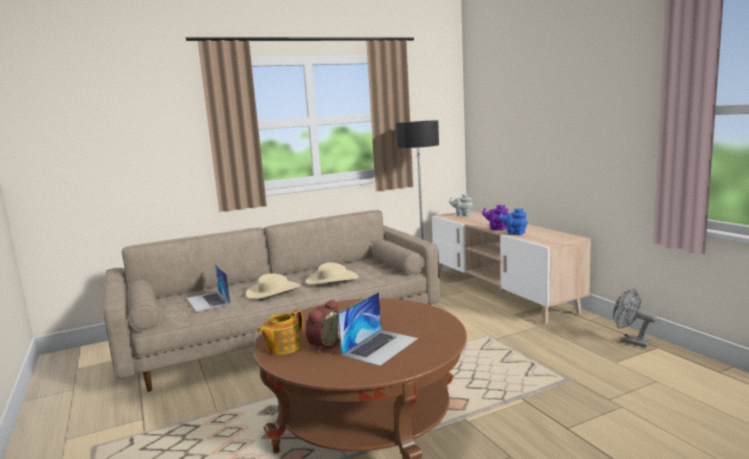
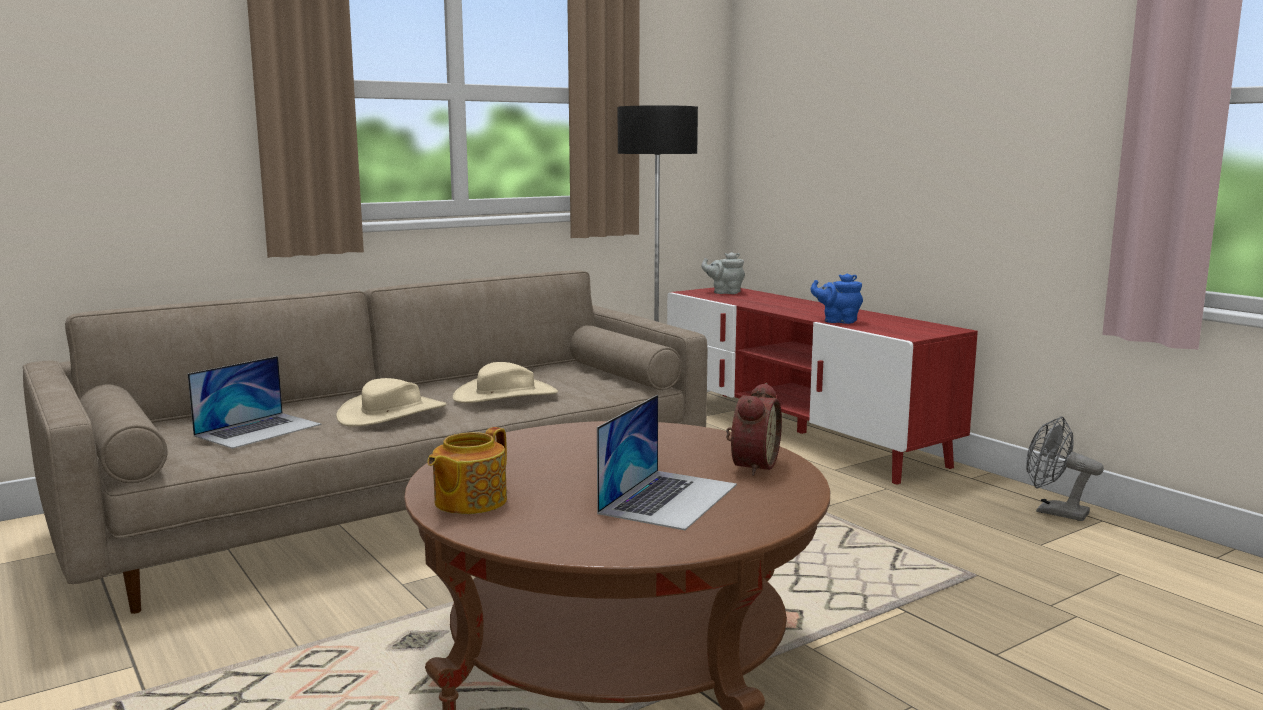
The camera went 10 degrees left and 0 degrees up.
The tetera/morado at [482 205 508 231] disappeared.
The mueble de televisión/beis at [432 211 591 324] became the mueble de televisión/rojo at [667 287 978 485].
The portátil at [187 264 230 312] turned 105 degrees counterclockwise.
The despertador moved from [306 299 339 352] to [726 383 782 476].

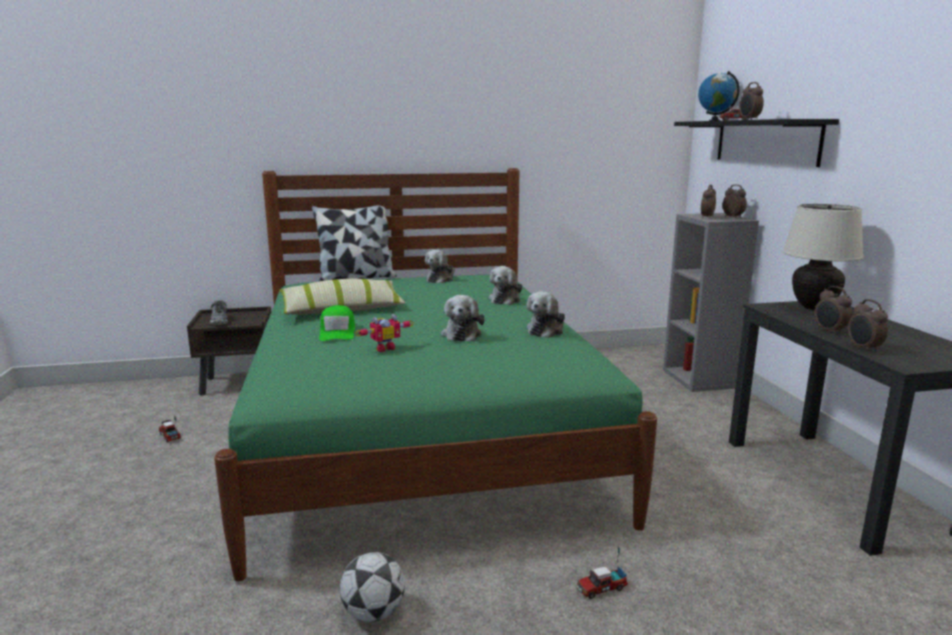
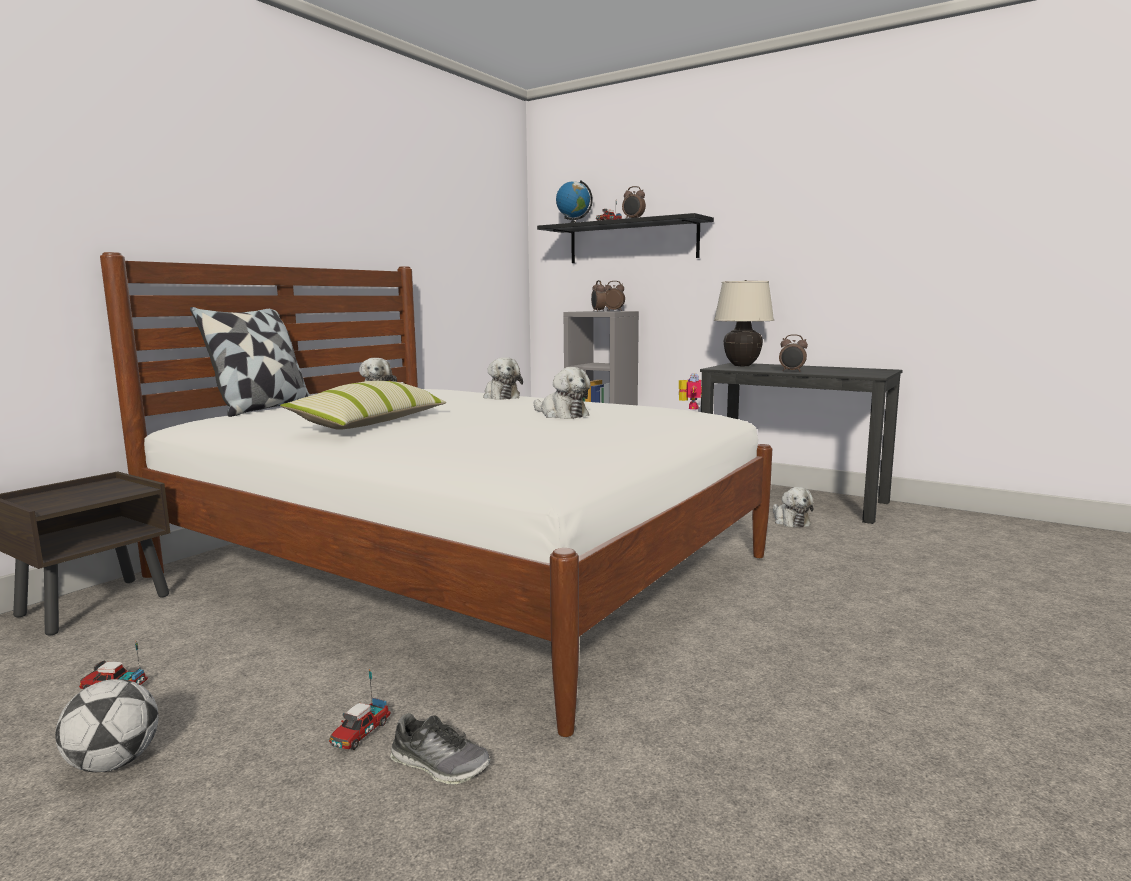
The camera went 45 degrees left and 5 degrees down.
The cama/verde at [214 168 657 581] became the cama/blanco at [100 252 772 737].
The peluche moved from [527 291 565 338] to [773 487 814 528].
The despertador at [848 299 888 353] disappeared.
The zapato moved from [210 300 228 325] to [390 713 491 785].
The gorra/verde at [319 305 355 341] disappeared.
The robot de juguete moved from [355 314 414 352] to [679 373 702 410].
The camión de juguete moved from [576 546 628 599] to [329 669 391 750].
The balón de fútbol moved from [339 552 405 622] to [55 679 159 772].

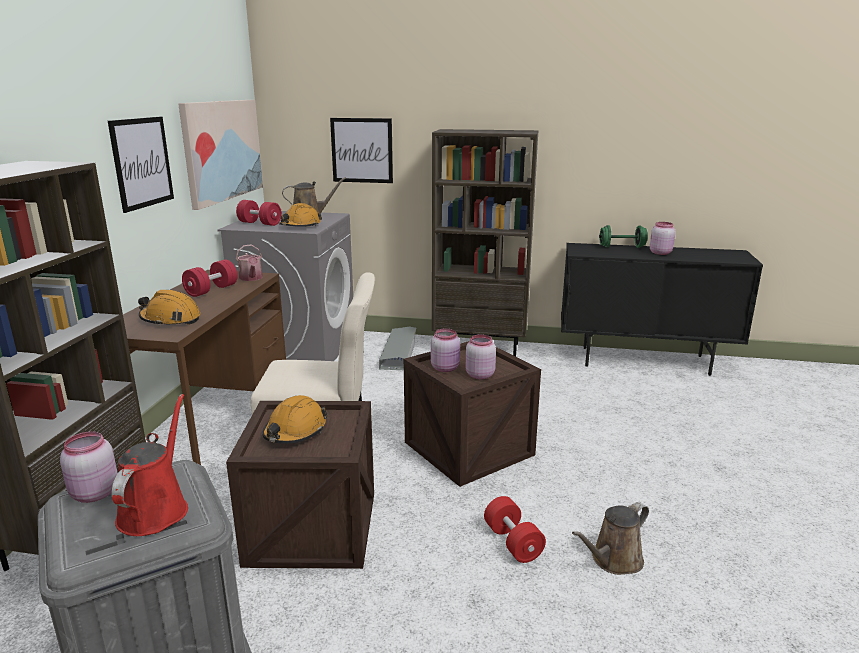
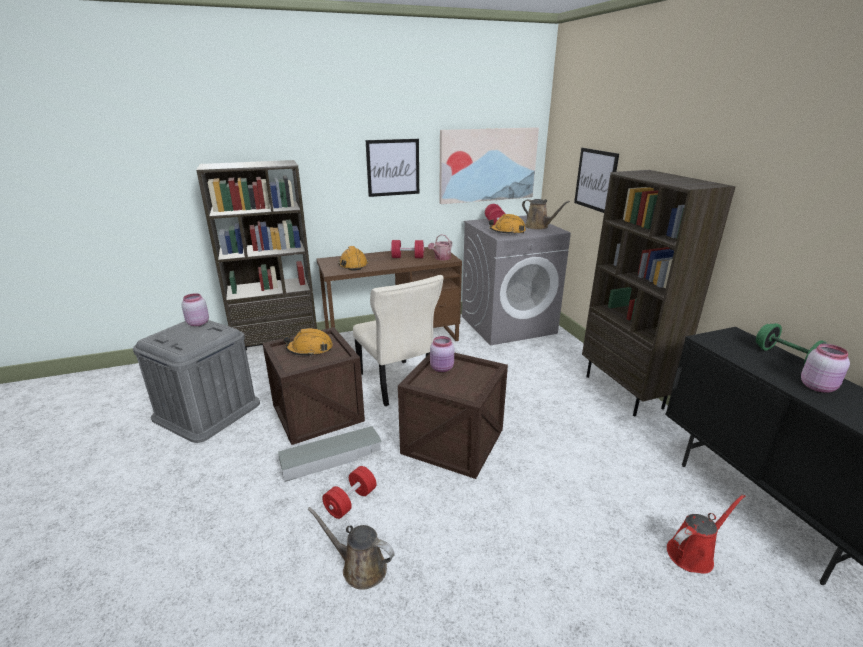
The camera went 60 degrees right and 5 degrees up.
The caja de almacenaje/gris moved from [379 327 416 370] to [278 426 382 482].
The tarro/rosa at [466 335 496 379] disappeared.
The regadera/rojo moved from [111 394 188 536] to [667 494 745 574].

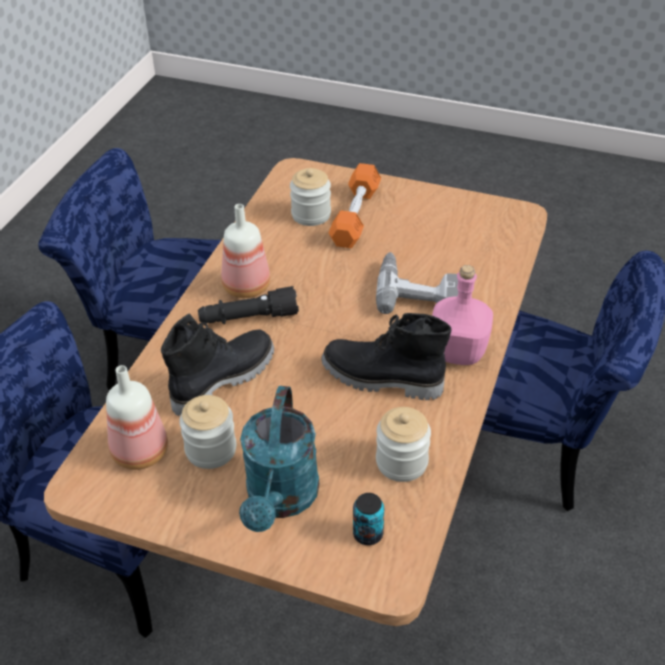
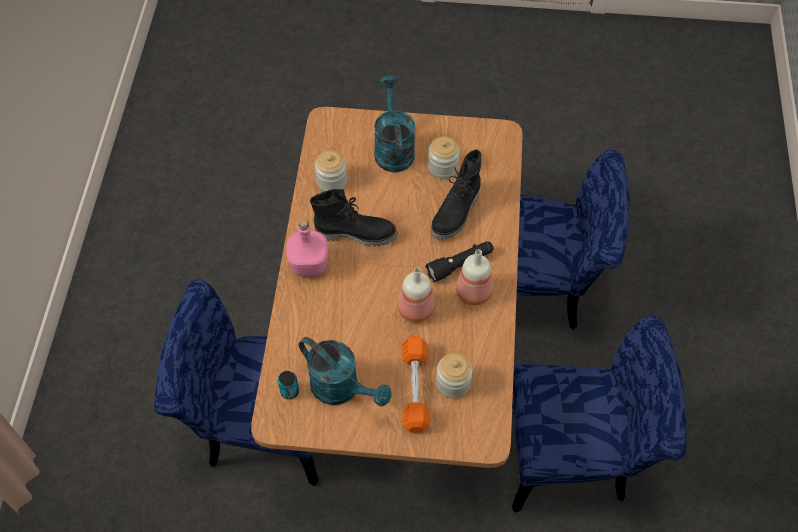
The camera went 165 degrees right and 15 degrees up.
The taladro at [376 252 458 314] disappeared.
The botella moved from [106 365 168 470] to [397 267 435 323].
The lata moved from [353 493 384 545] to [278 371 299 399].
The regadera/turquesa at [299 337 392 406] appeared.

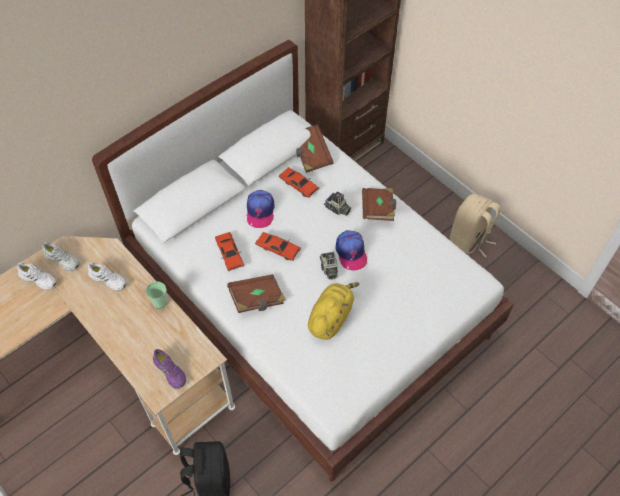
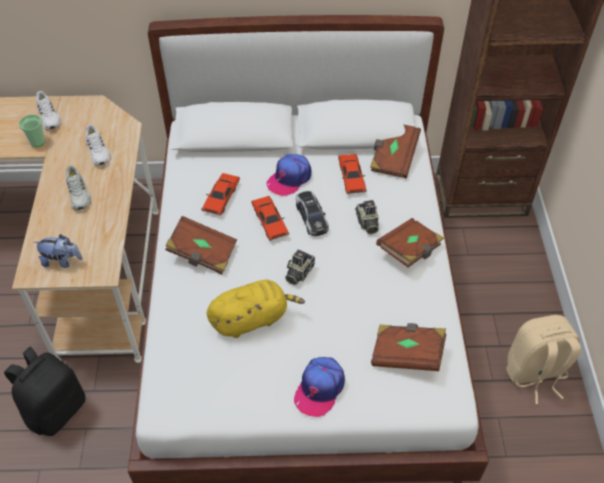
The camera went 40 degrees right and 5 degrees down.
The gorra moved from [335 230 367 271] to [294 357 345 417].
The zapato/blanco moved from [42 242 79 271] to [66 165 91 210].
The taza moved from [145 281 167 309] to [19 115 45 147].
The zapato/morado at [153 349 186 389] was replaced by the peluche at [34 234 83 268].
The coche de juguete at [296 191 329 236] appeared.
The libro/marrón at [371 323 446 371] appeared.

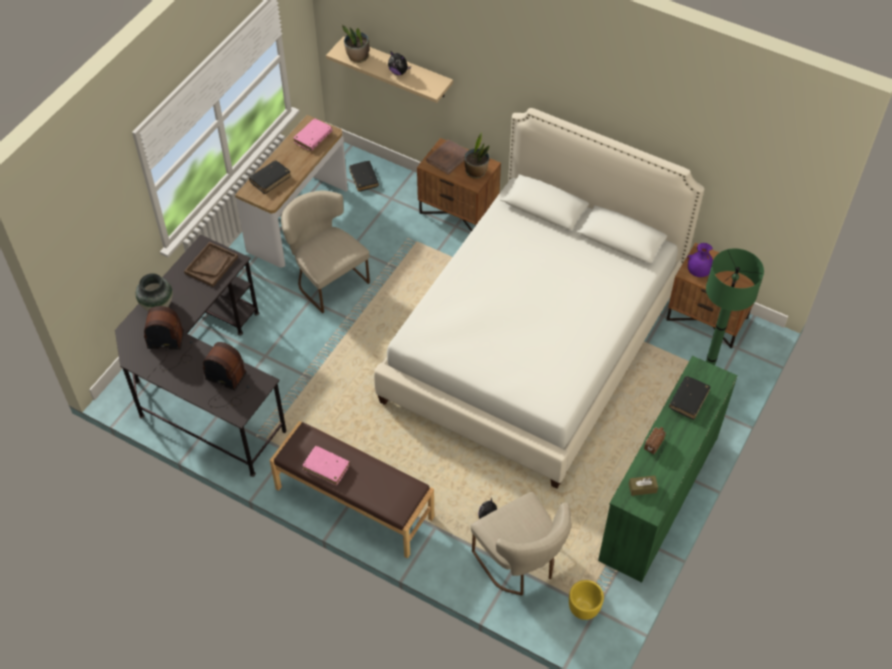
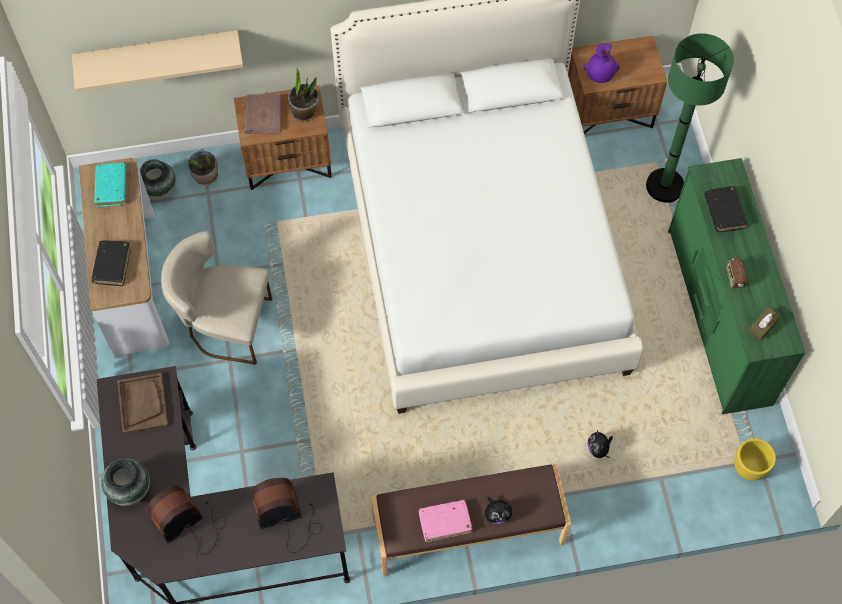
The camera went 40 degrees left and 10 degrees up.
The planta en maceta moved from [342 25 369 63] to [188 151 218 185].
The peluche moved from [388 52 411 75] to [485 497 512 524].
The libro/rosa at [293 119 332 151] became the libro/turquesa at [94 163 126 207].
The libro/negro at [349 161 379 192] was replaced by the florero at [139 159 176 200].
The silla/beis at [471 492 572 596] disappeared.

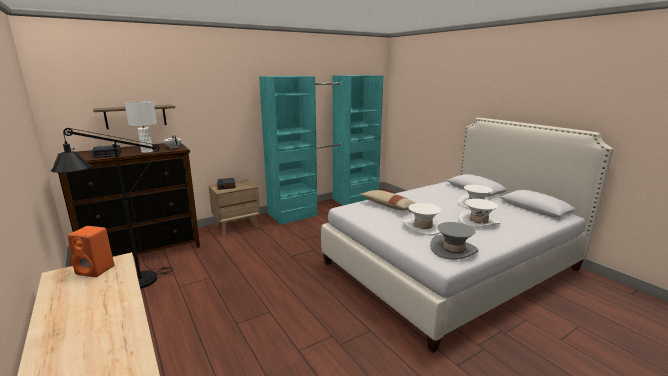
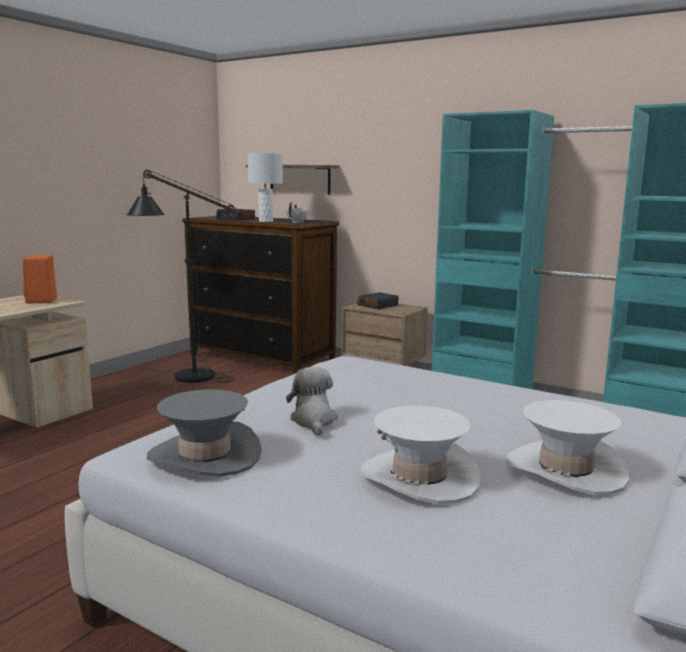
The camera went 65 degrees right and 5 degrees down.
The cojín/beis at [360 190 415 211] disappeared.
The sombrero/blanco at [403 203 444 235] was replaced by the peluche at [286 367 338 435].

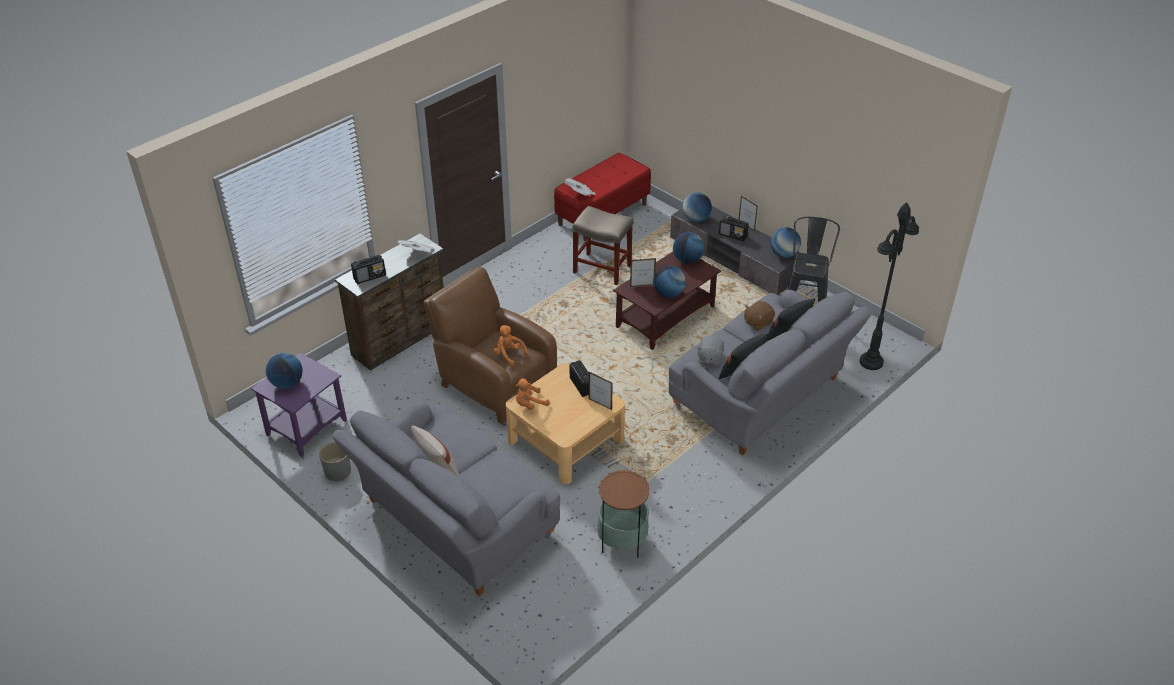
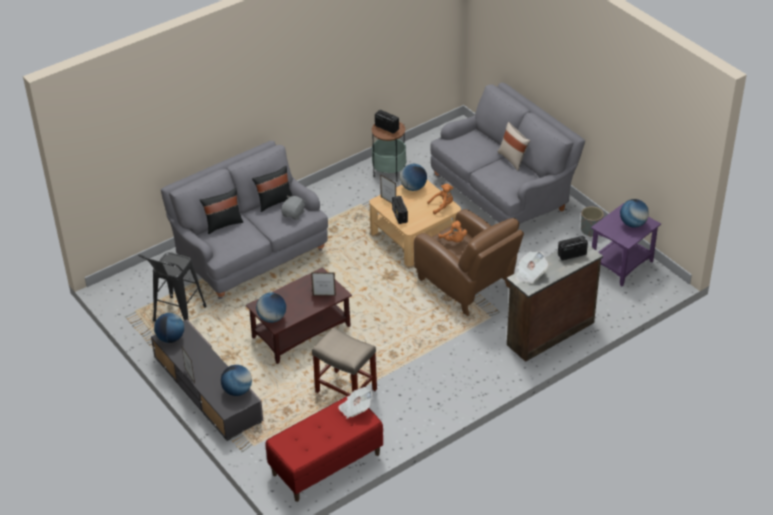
The camera went 170 degrees left and 0 degrees up.
The lámpara de pie/negro at [860 202 919 370] disappeared.
The radio moved from [719 216 749 241] to [375 110 399 134].
The globo terráqueo moved from [653 266 686 298] to [400 164 427 191].
The peluche/marrón at [744 301 775 331] disappeared.

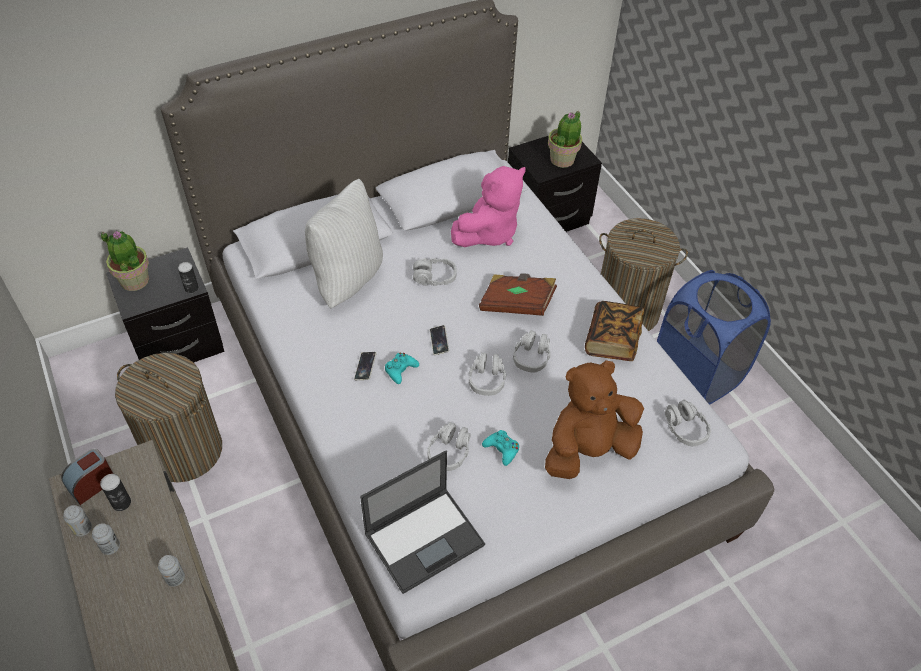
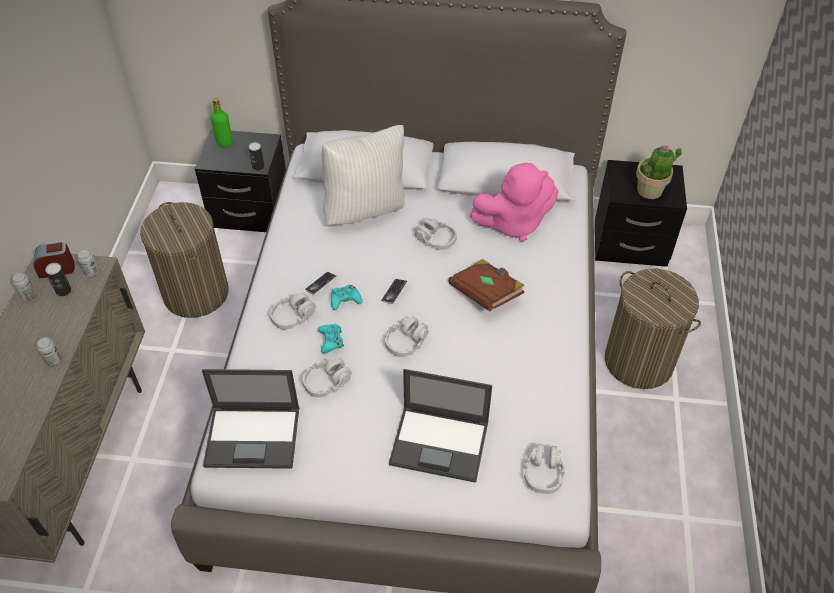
The camera went 35 degrees right and 0 degrees up.
The planta en maceta at [101 231 149 291] was replaced by the botella/verde at [211 98 233 148].
The cesto de la ropa/azul at [657 270 771 405] disappeared.
The libro at [585 301 644 361] disappeared.
The auriculares/gris moved from [513 330 551 372] to [269 293 316 329].
The peluche/marrón at [545 360 644 479] was replaced by the portátil at [389 369 492 483].
The mando de consola/turquesa moved from [482 430 519 466] to [318 324 344 353].
The lata moved from [92 523 120 555] to [77 249 99 277].

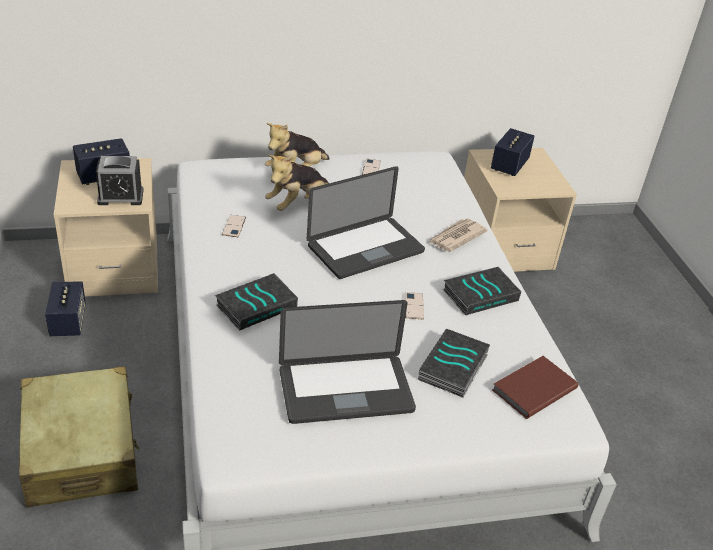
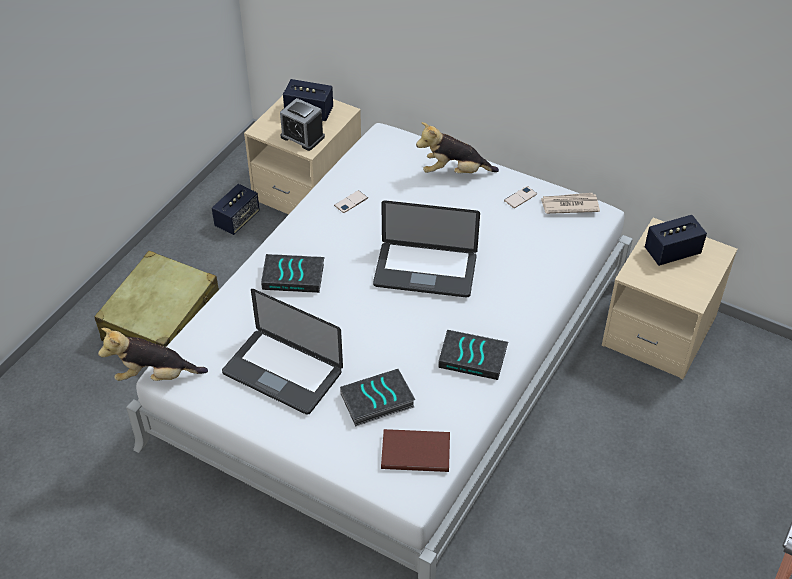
The camera went 45 degrees right and 10 degrees up.
The peluche moved from [265 155 329 211] to [98 328 208 381].
The periódico moved from [429 219 488 252] to [541 193 600 214].
The móvil at [405 292 424 319] disappeared.

